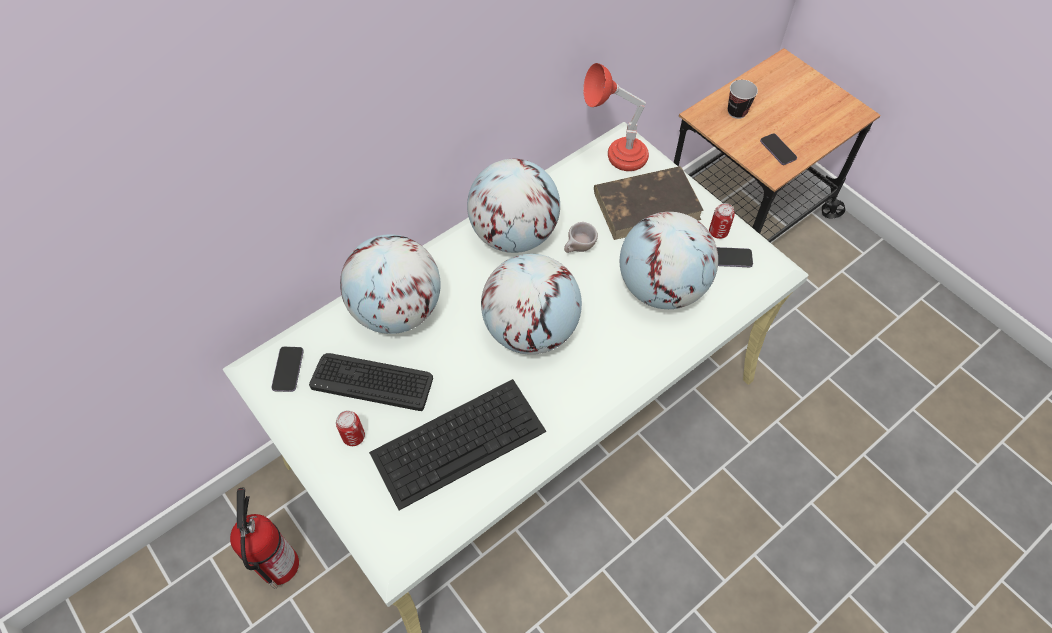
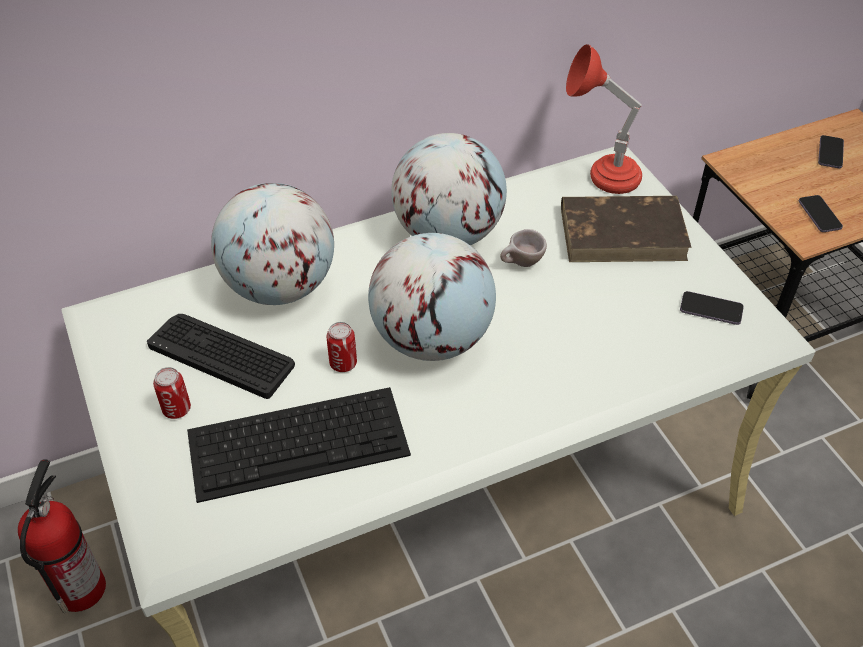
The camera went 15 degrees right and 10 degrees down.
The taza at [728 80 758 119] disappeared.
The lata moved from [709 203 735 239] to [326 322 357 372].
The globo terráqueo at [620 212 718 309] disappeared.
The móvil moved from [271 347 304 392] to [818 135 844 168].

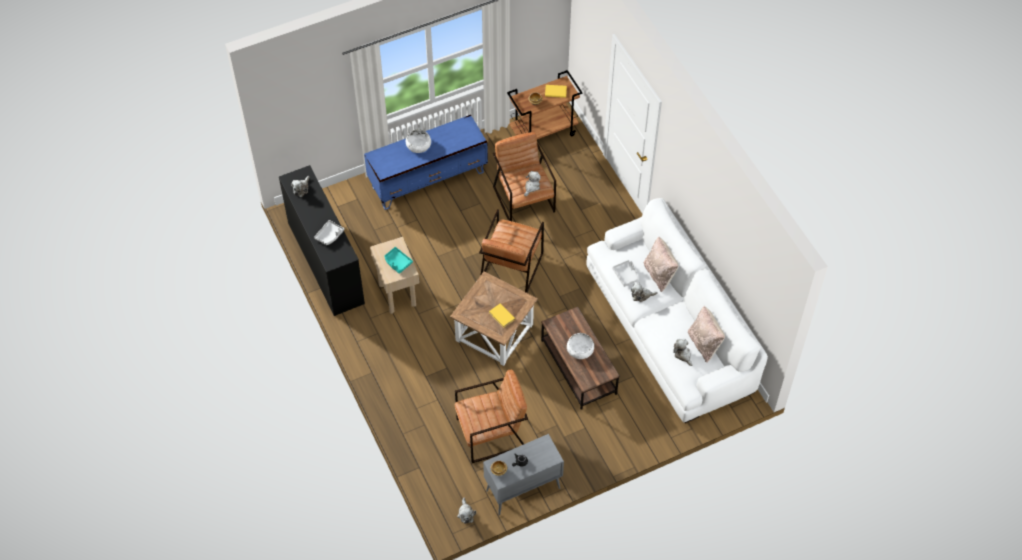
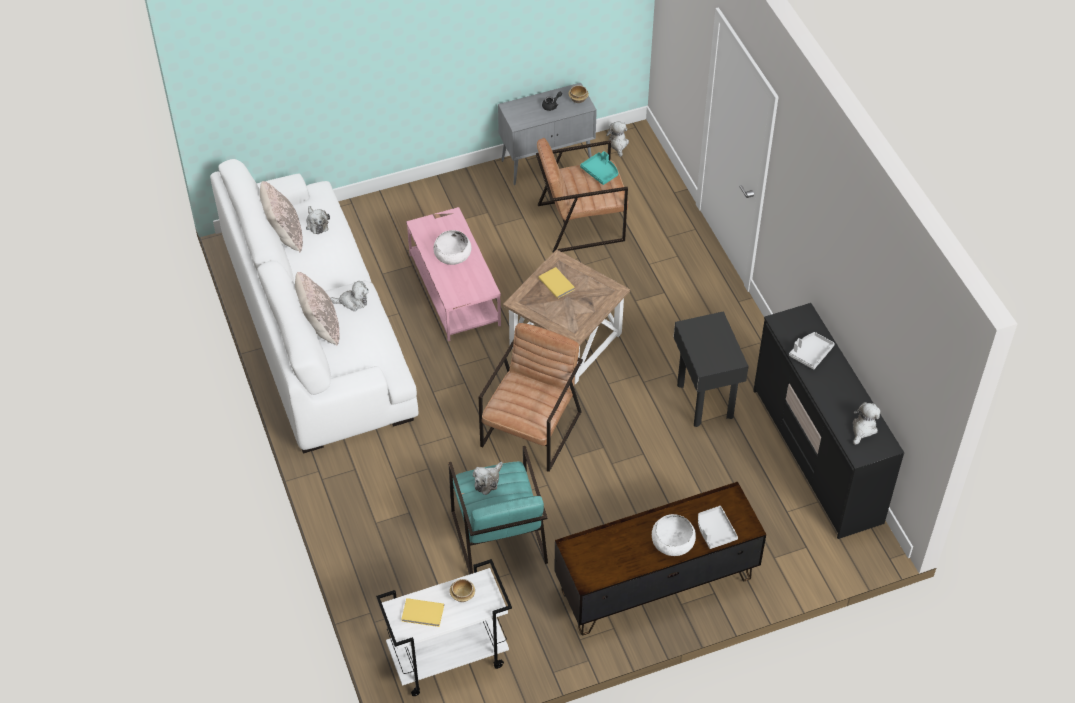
The camera went 175 degrees left and 5 degrees down.
The carrito/marrón at [507 70 583 139] became the carrito/blanco at [376 559 512 696].
The mueble de televisión/azul at [364 115 488 210] became the mueble de televisión/marrón at [554 482 766 636].
The sillón/marrón at [493 132 556 221] became the sillón/turquesa at [448 446 548 574].
The mesa auxiliar/beis at [370 237 419 314] became the mesa auxiliar/negro at [674 311 748 427].
The bandeja/turquesa moved from [384 247 413 274] to [580 151 618 185].
The bandeja/gris moved from [612 260 638 287] to [698 506 738 549].
The mesa de centro/marrón at [541 307 620 410] became the mesa de centro/rosa at [406 207 501 341].

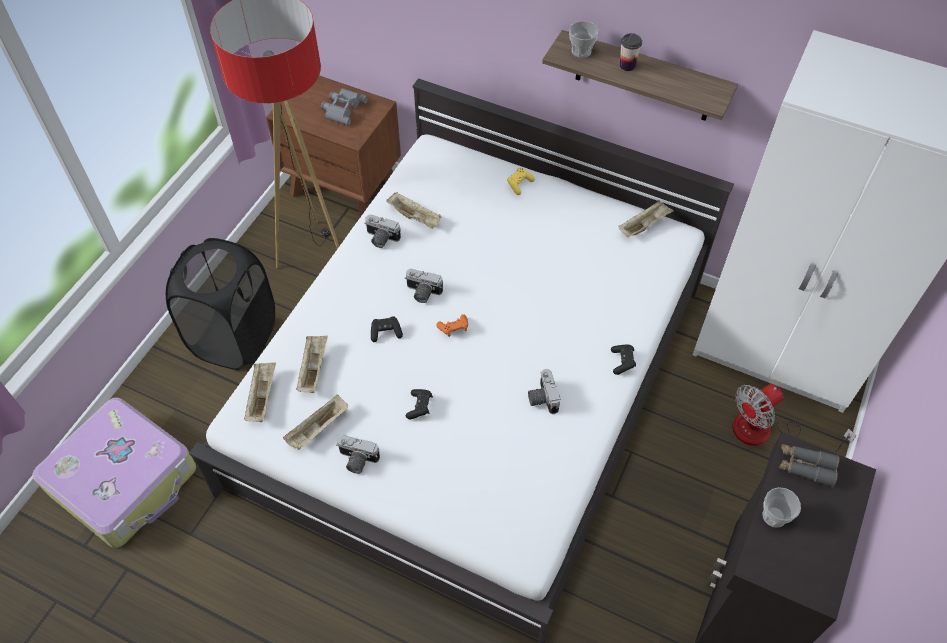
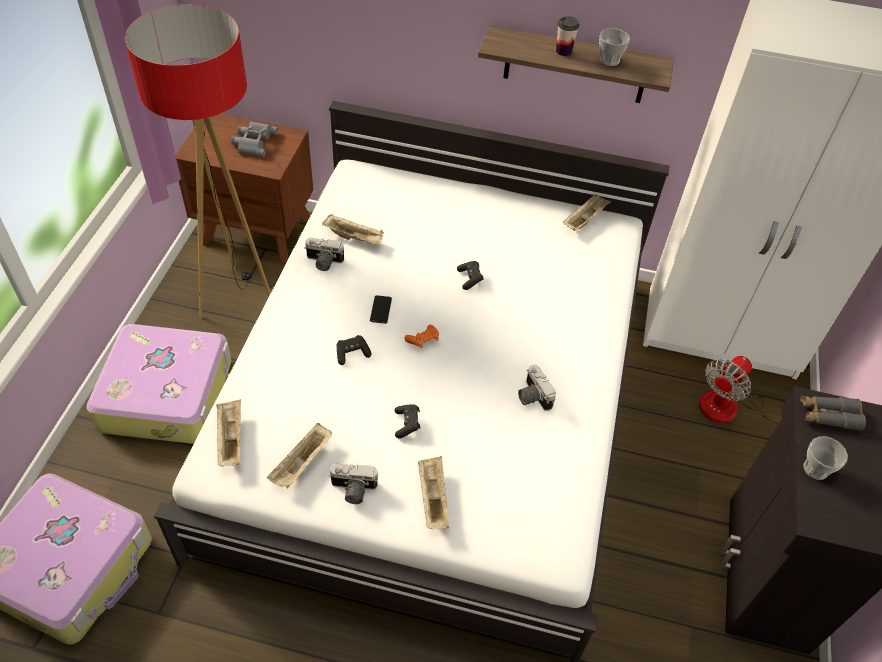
The camera went 15 degrees left and 5 degrees down.
The taza moved from [569 21 599 58] to [599 28 630 66].
The mando de consola/amarillo at [507 168 535 195] disappeared.
The cesto de la ropa/negro at [166 238 275 370] was replaced by the maleta at [86 324 231 444].
The cámara at [405 269 443 303] was replaced by the móvil at [370 295 392 324].
The bandeja/beis moved from [296 336 328 393] to [418 456 449 529].
The mando de consola/negro moved from [611 345 636 375] to [457 261 483 290].

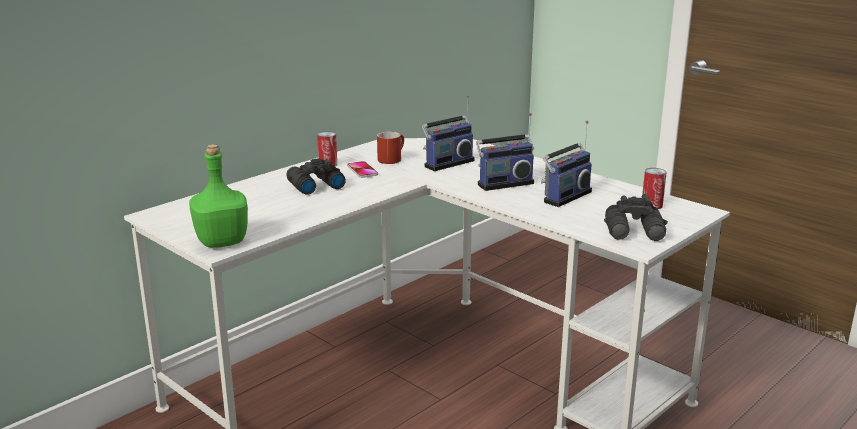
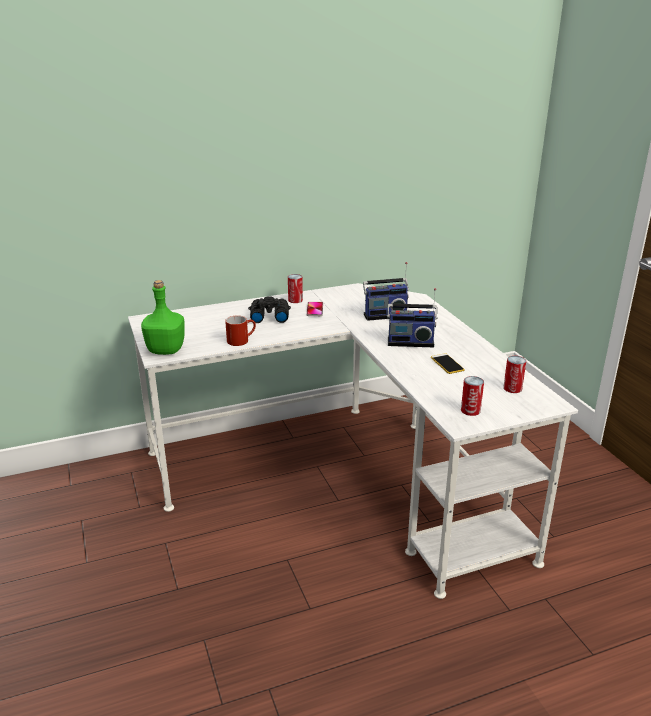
The camera went 25 degrees right and 5 degrees up.
The radio at [541 121 592 207] was replaced by the móvil at [431 353 465 374].
The taza grande/rojo moved from [377 132 404 164] to [225 316 256 346].
The prismáticos/negro at [604 194 668 241] was replaced by the lata at [461 376 484 416].

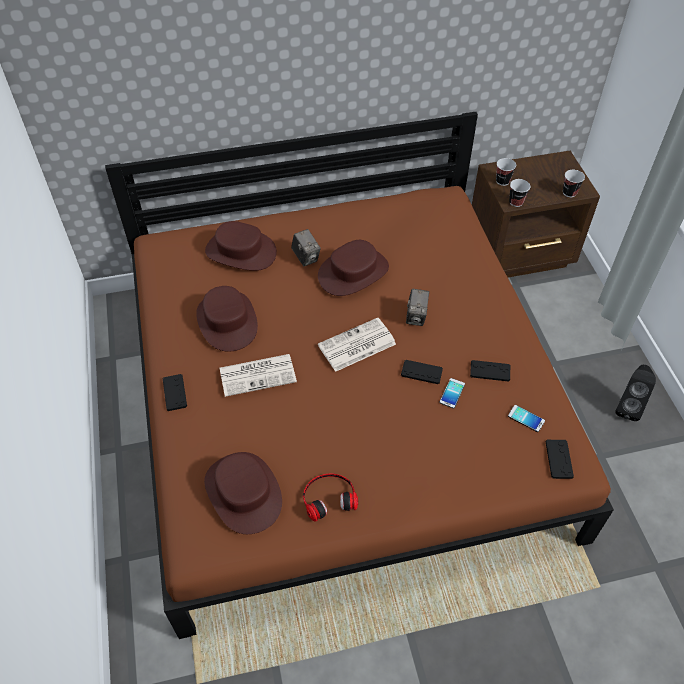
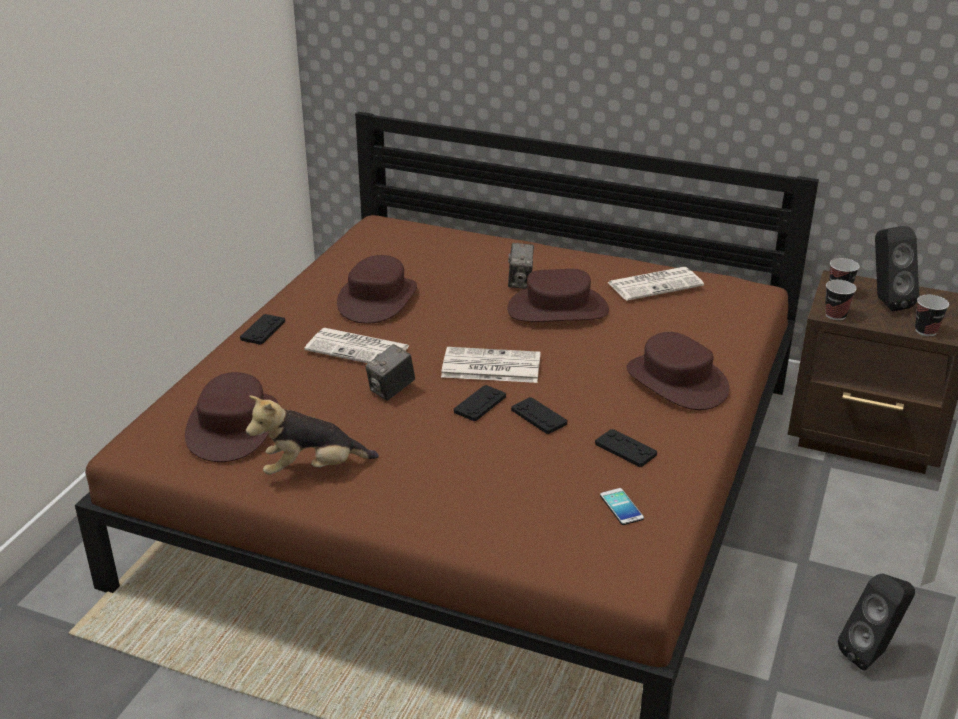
The camera went 35 degrees right and 20 degrees down.
The sombrero/marrón moved from [205 221 277 271] to [626 332 730 410].
The cámara moved from [406 289 429 326] to [365 344 415 401].
The móvil at [440 378 465 409] disappeared.
The mando de consola/negro moved from [546 440 574 479] to [454 385 506 421].
The auriculares at [303 474 358 522] was replaced by the peluche at [246 396 379 475].
The altavoz/negro at [875 226 919 311] appeared.
The periódico at [608 267 704 301] appeared.

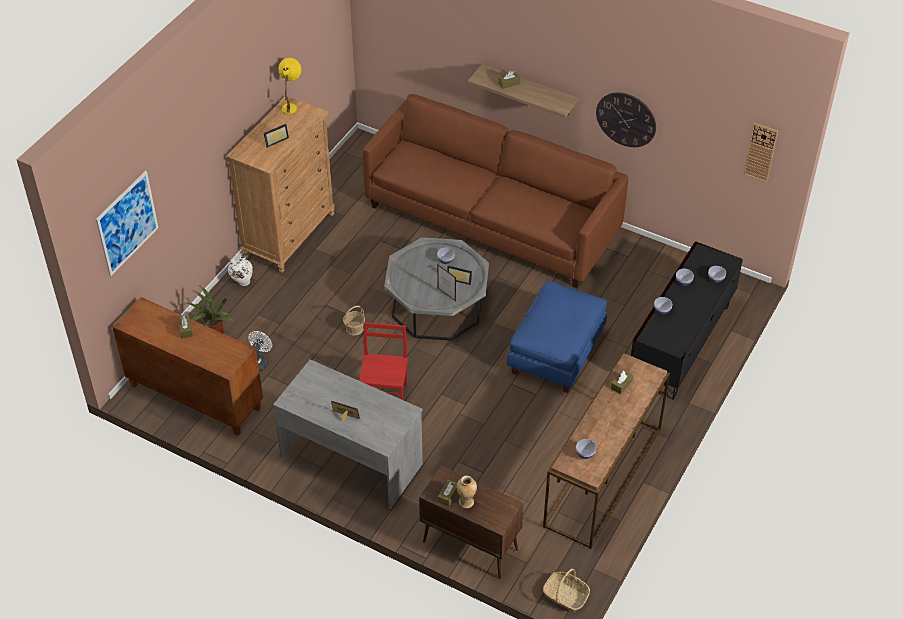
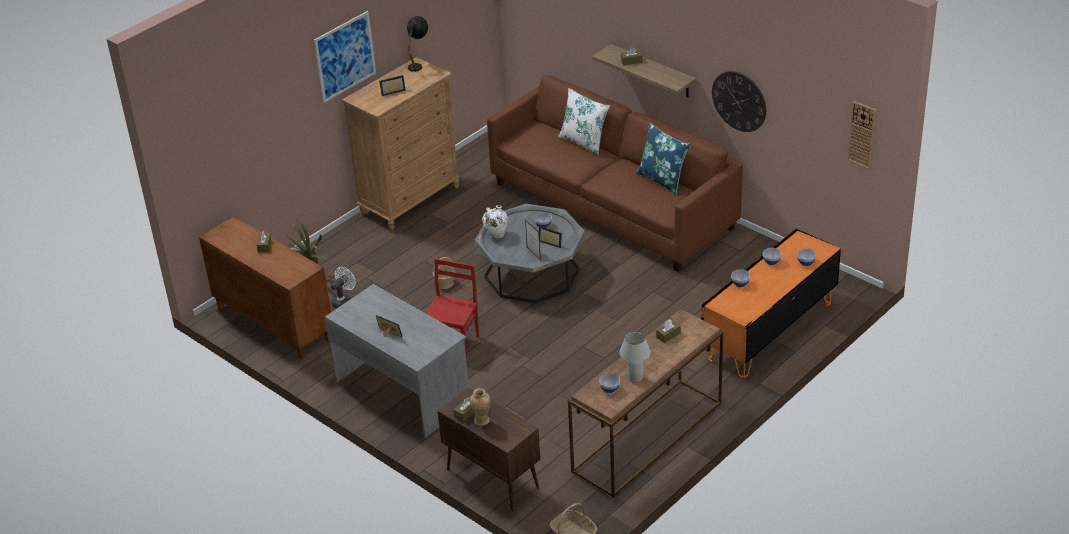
The camera went 15 degrees right and 10 degrees down.
The lámpara de mesa/amarillo at [278 58 301 114] became the lámpara de mesa/negro at [407 16 428 72].
The cuadro moved from [96 171 158 276] to [314 11 376 103].
The mueble de televisión/negro at [631 241 743 400] became the mueble de televisión/naranja at [701 229 841 379].
The florero/blanco moved from [228 256 253 286] to [482 205 508 238].
The puf/azul at [507 281 607 393] disappeared.
The cojín/blanco at [558 88 610 156] appeared.
The cojín/azul at [636 123 691 195] appeared.
The lámpara de mesa/blanco at [620 332 651 382] appeared.

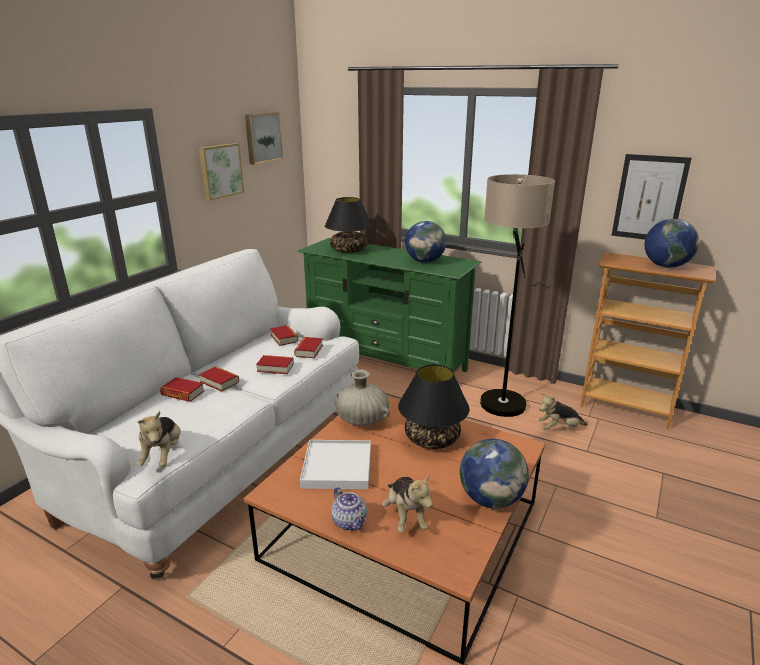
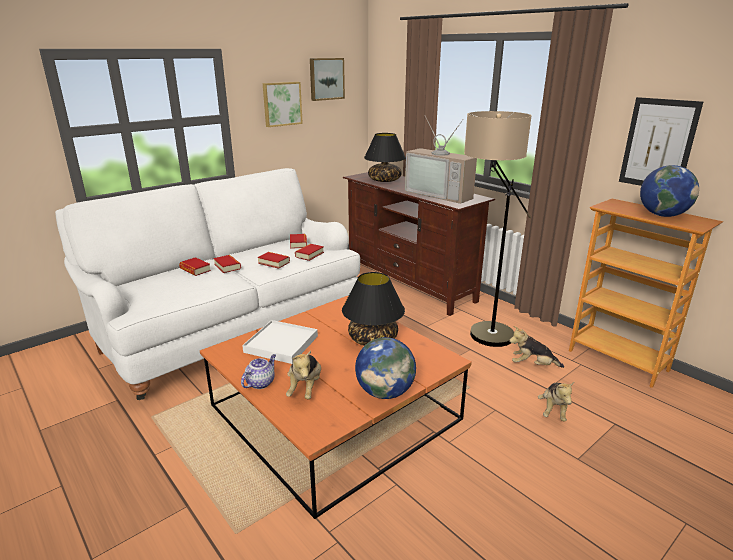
The camera went 20 degrees right and 0 degrees up.
The globo terráqueo at [405 221 446 263] was replaced by the televisor at [405 116 477 204].
The mueble de televisión/verde at [297 238 482 373] became the mueble de televisión/marrón at [343 172 495 316].
The florero/beis at [336 369 390 426] disappeared.
The peluche moved from [137 411 181 467] to [538 382 574 422].
The tetera at [331 487 367 530] turned 135 degrees counterclockwise.

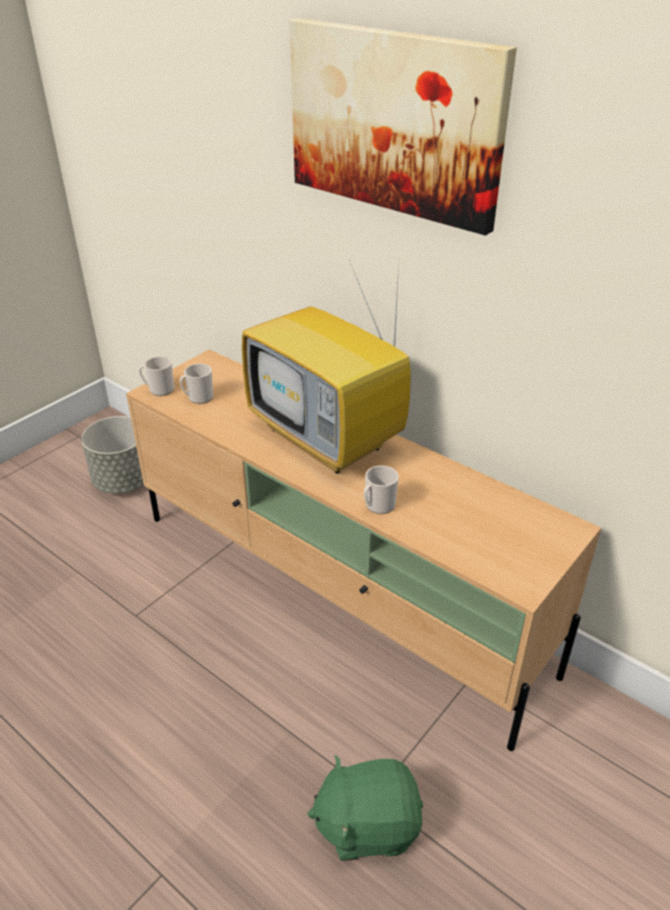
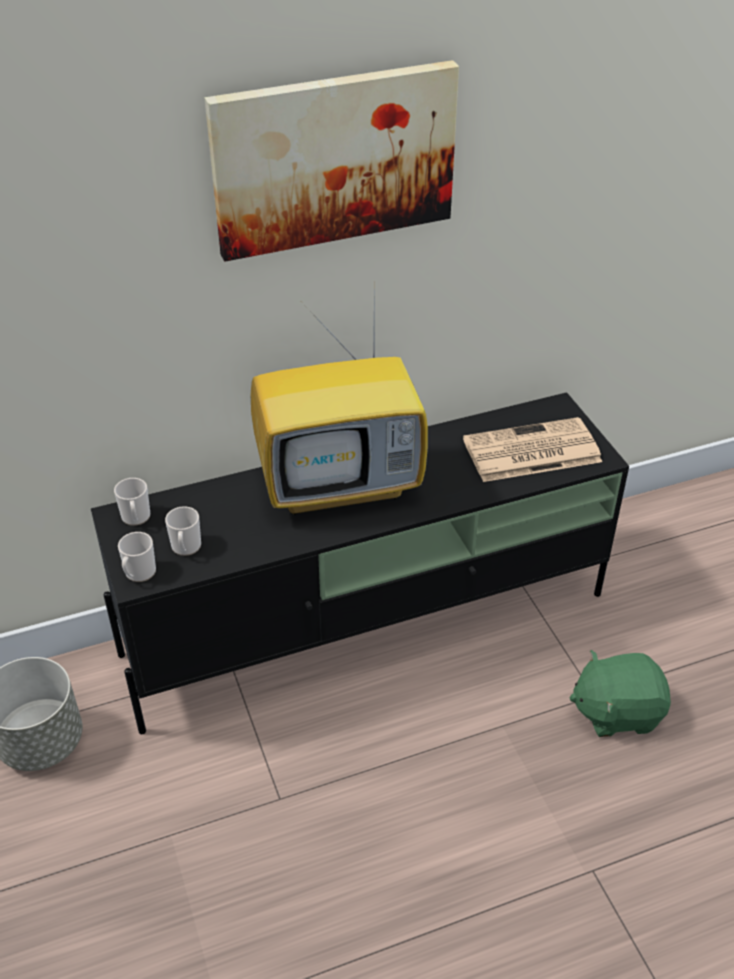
The camera went 60 degrees left and 5 degrees up.
The mueble de televisión/beis at [126 349 601 751] became the mueble de televisión/negro at [91 392 629 734].
The taza grande moved from [364 465 399 514] to [114 478 150 526].
The peluche/verde at [308 755 423 861] turned 60 degrees clockwise.
The periódico at [463 417 602 482] appeared.

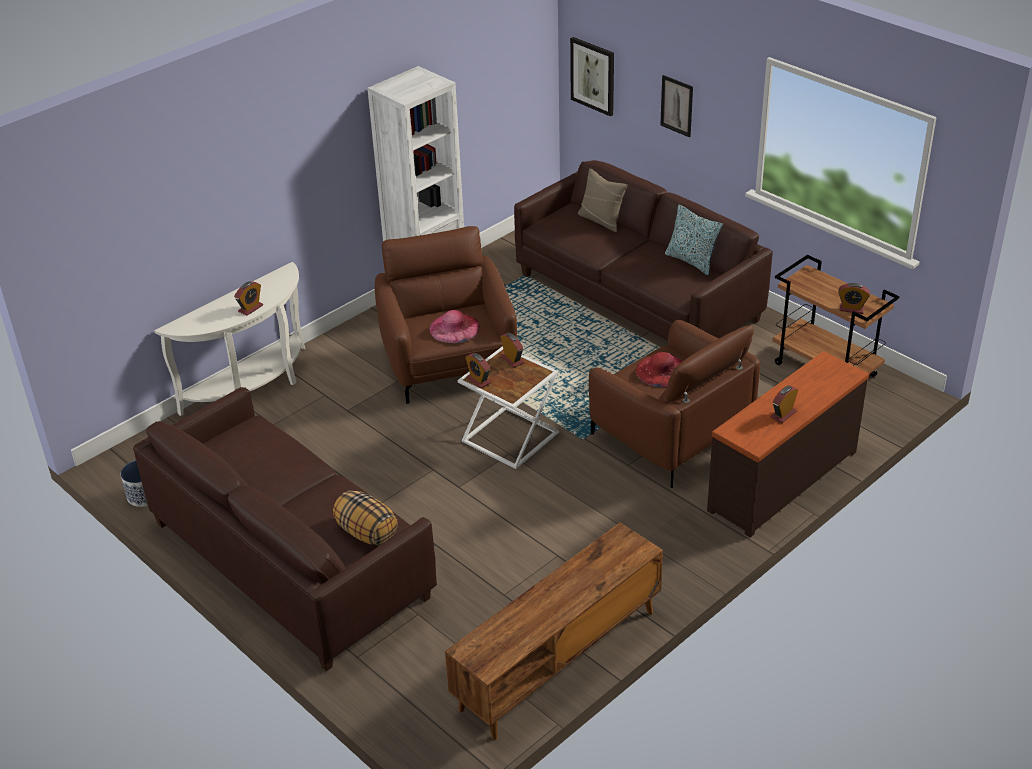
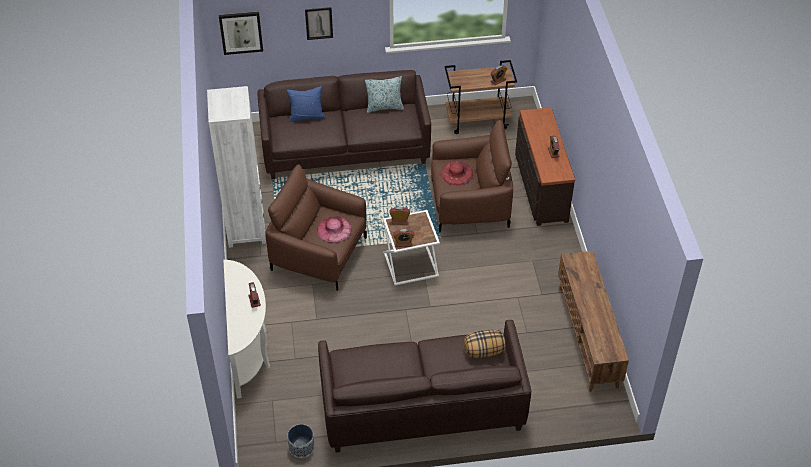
The camera went 55 degrees left and 10 degrees up.
The cojín/beis at [578 168 628 232] became the cojín/azul at [287 86 325 122].

